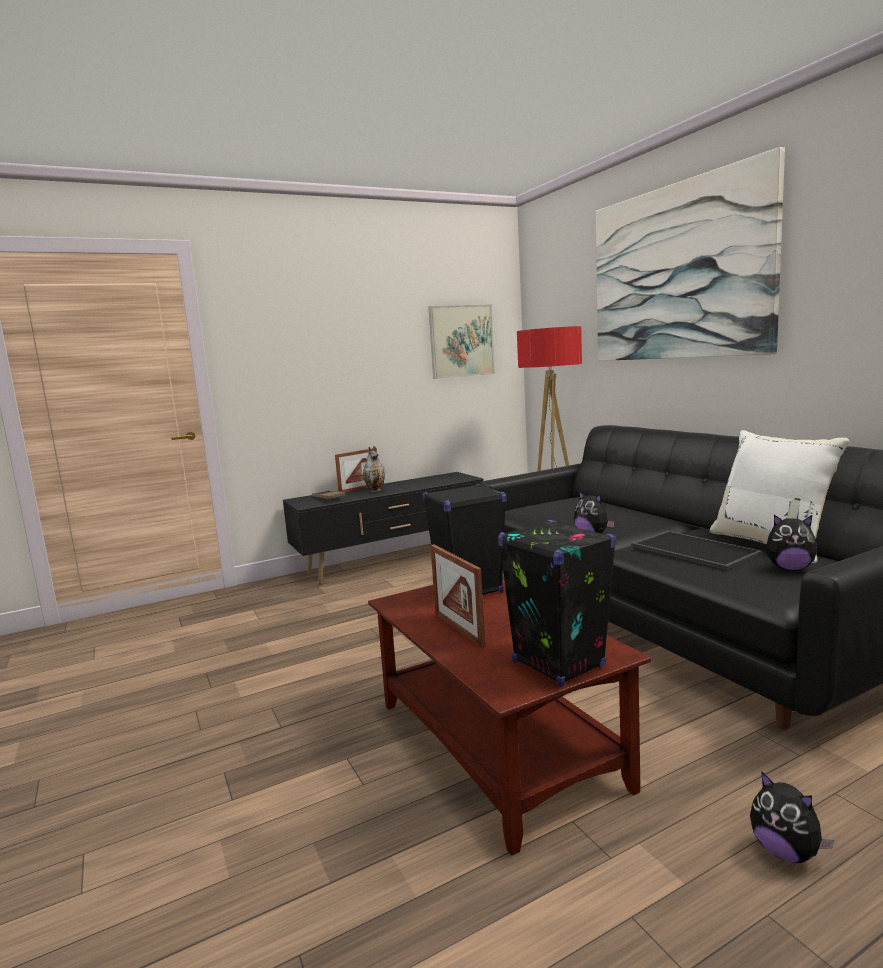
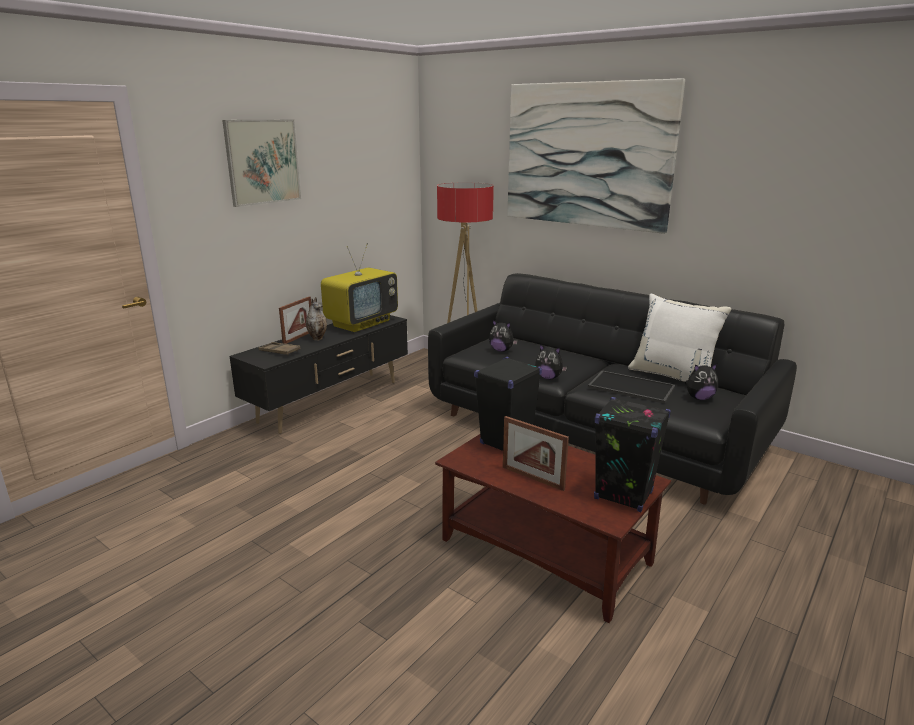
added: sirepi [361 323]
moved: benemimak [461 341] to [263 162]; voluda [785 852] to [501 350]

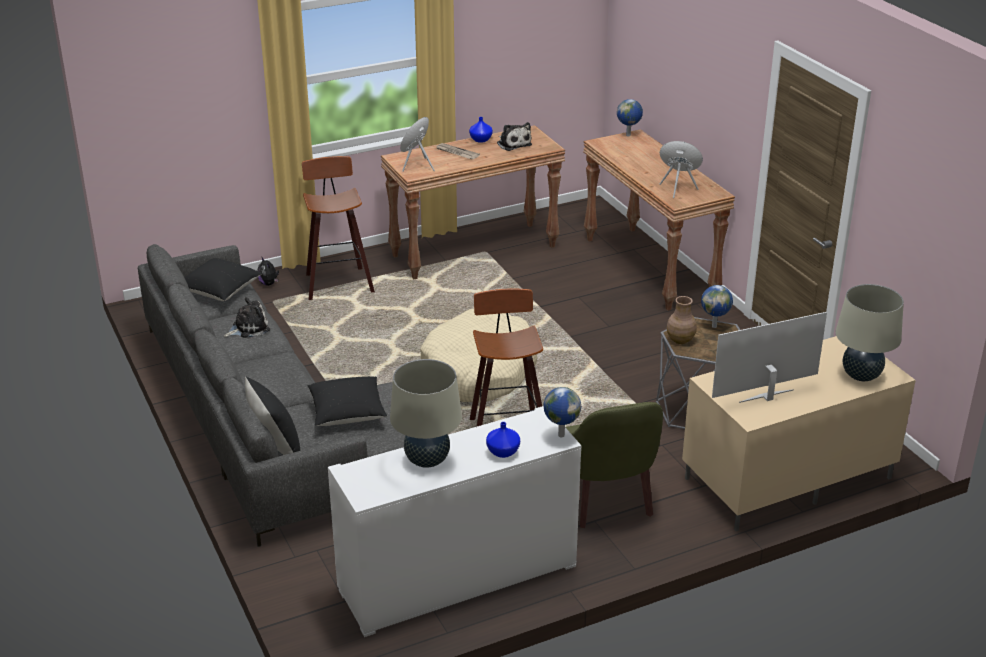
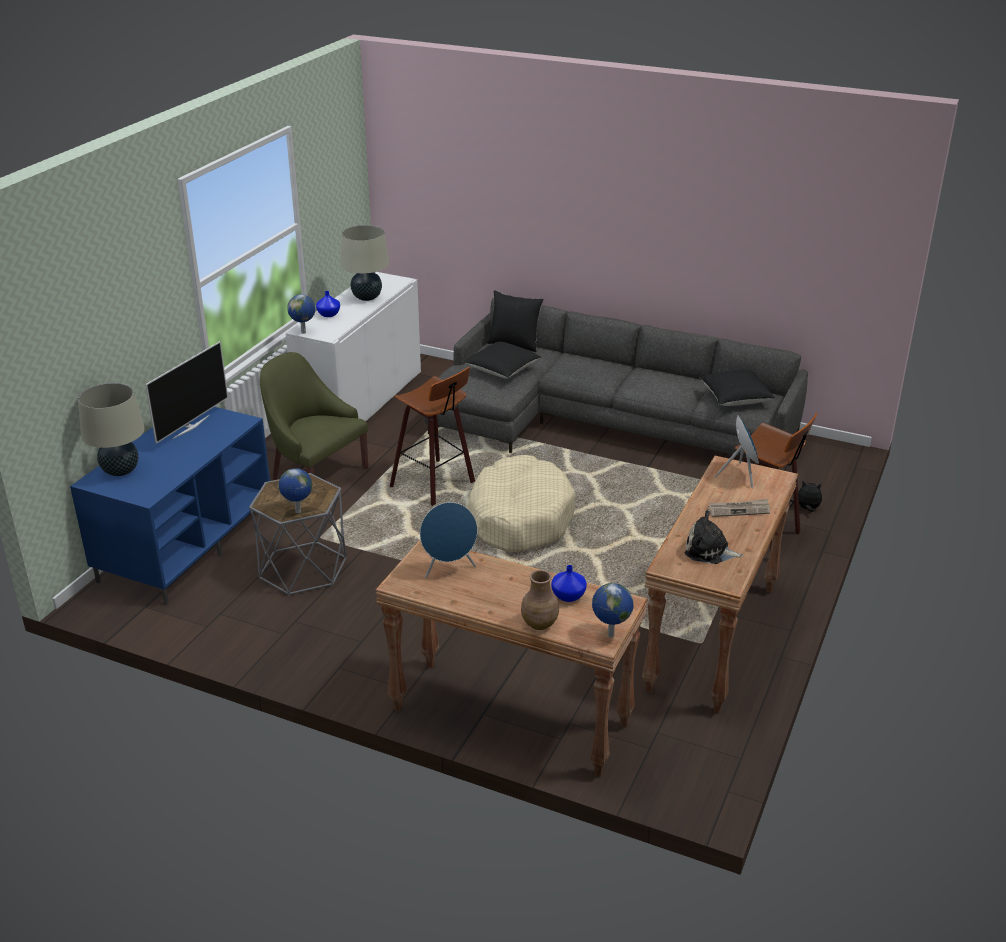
removed: voluda [248 328]
moved: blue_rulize [481 140] to [567 596]; brown_rulize [680 339] to [540 624]
recoloured: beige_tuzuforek [787 479] to blue_tuzuforek [186 544]

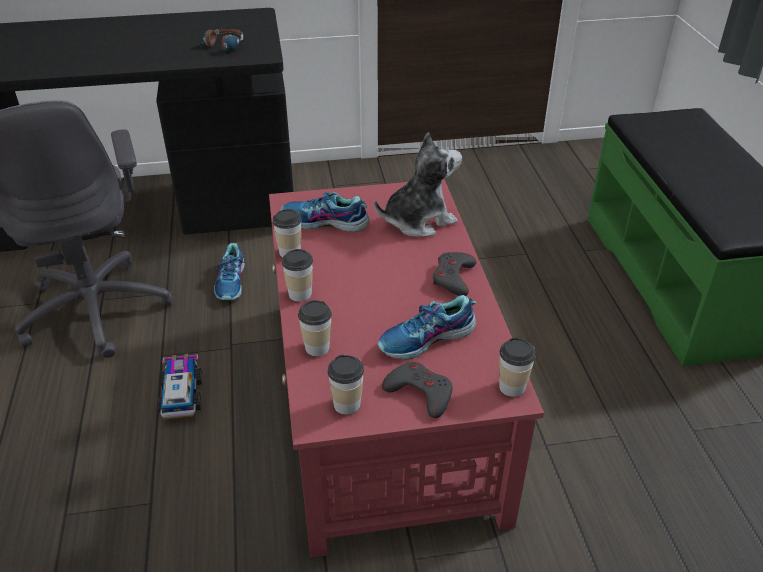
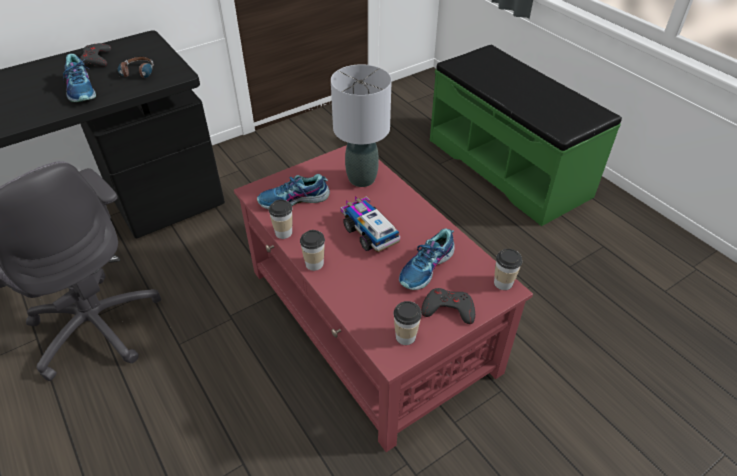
removed: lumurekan [317 347]
moved: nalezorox [182 394] to [369 232]; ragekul [232 282] to [82 89]; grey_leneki [453 278] to [97 59]
replaced: voluda [418 220] to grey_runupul [361 179]

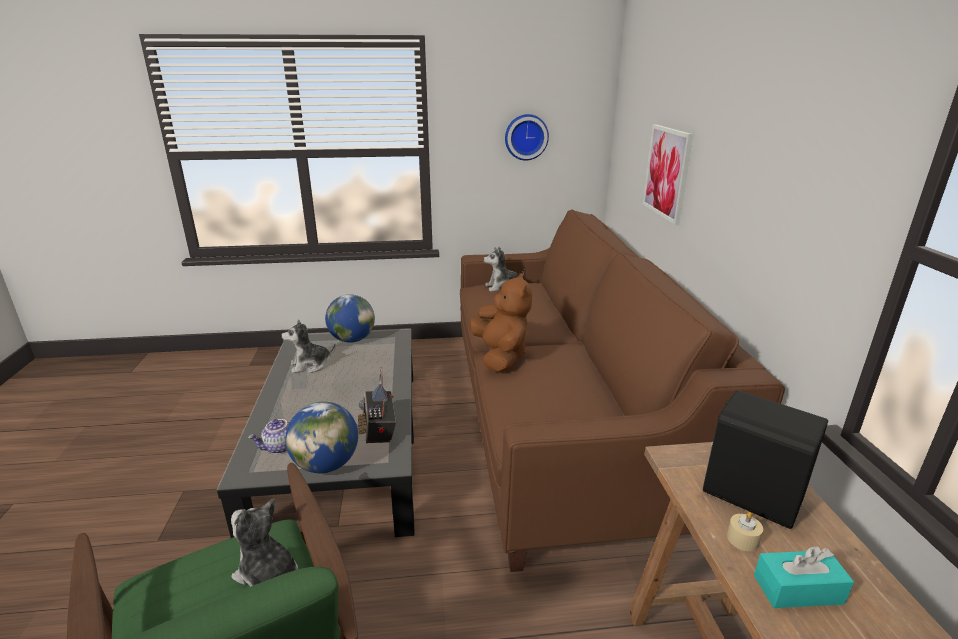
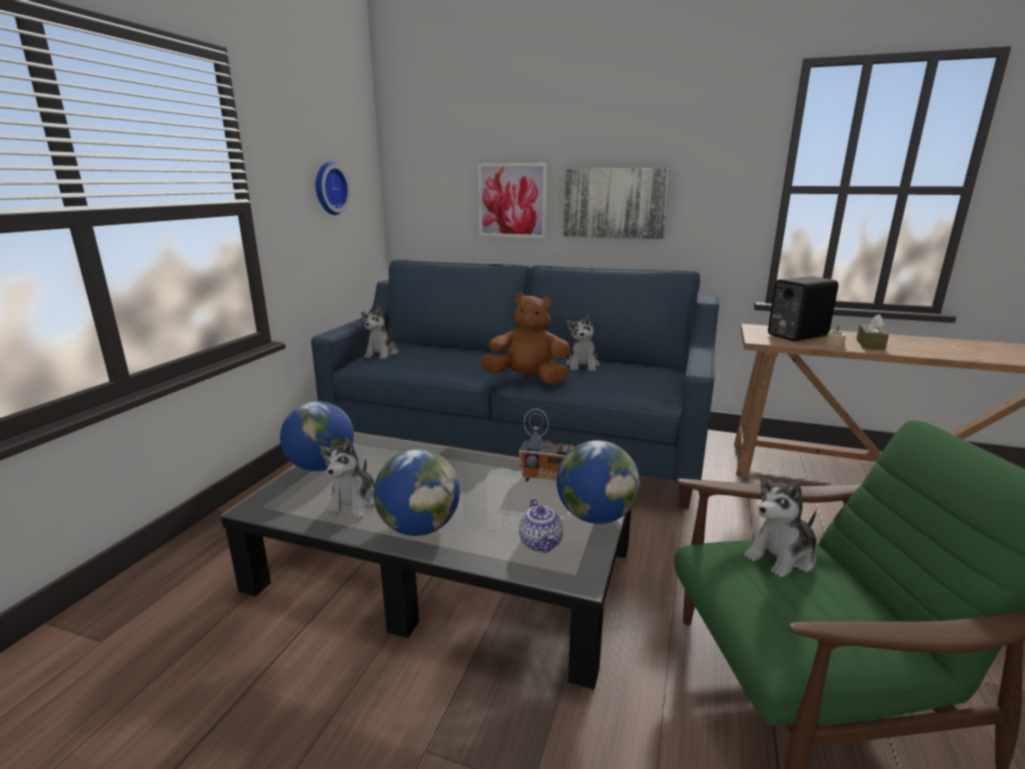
added: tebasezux [419 528]; benemimak [615 203]; voluda [582 365]
recoloured: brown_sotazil [561 421] to blue_sotazil [519 440]; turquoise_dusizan [798 589] to brown_dusizan [870 344]

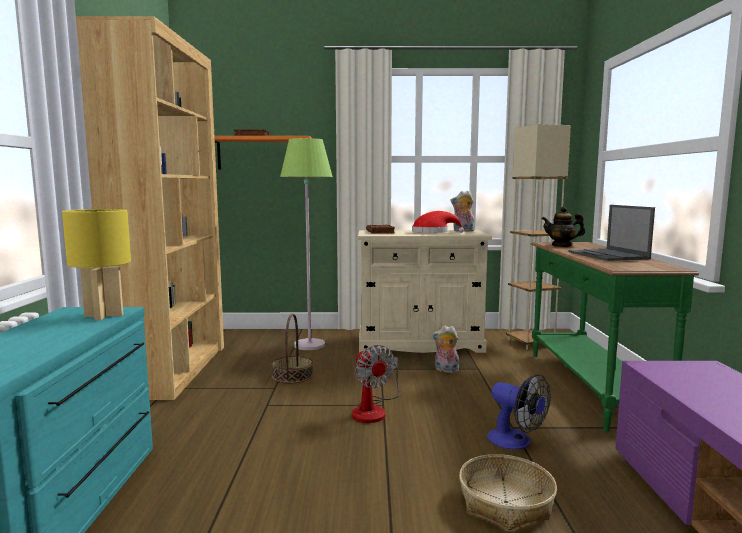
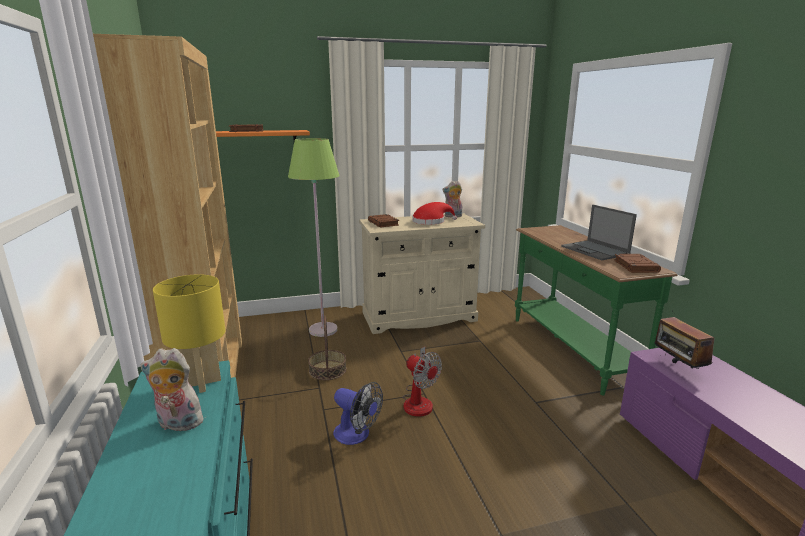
removed: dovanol [506 502]; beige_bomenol [531 343]; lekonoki [561 245]
added: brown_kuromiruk [635 266]; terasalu [677 368]
moved: voluda [445 370] to [177 424]; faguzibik [516 442] to [357 435]

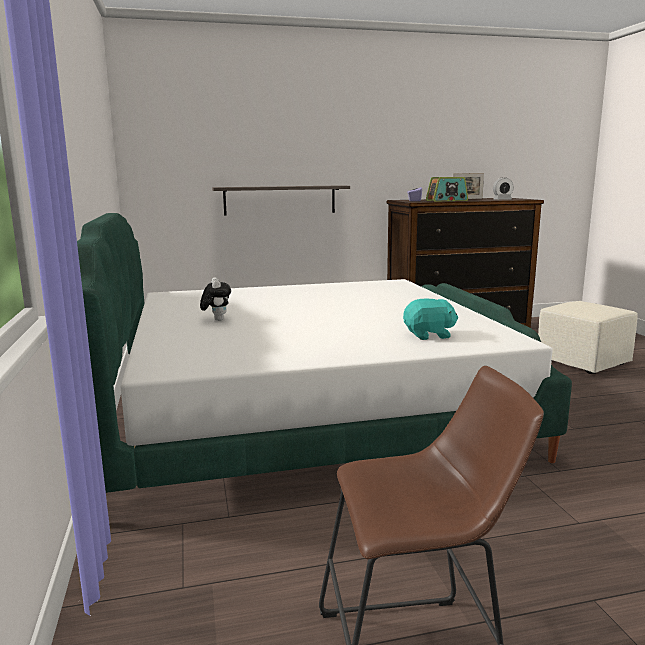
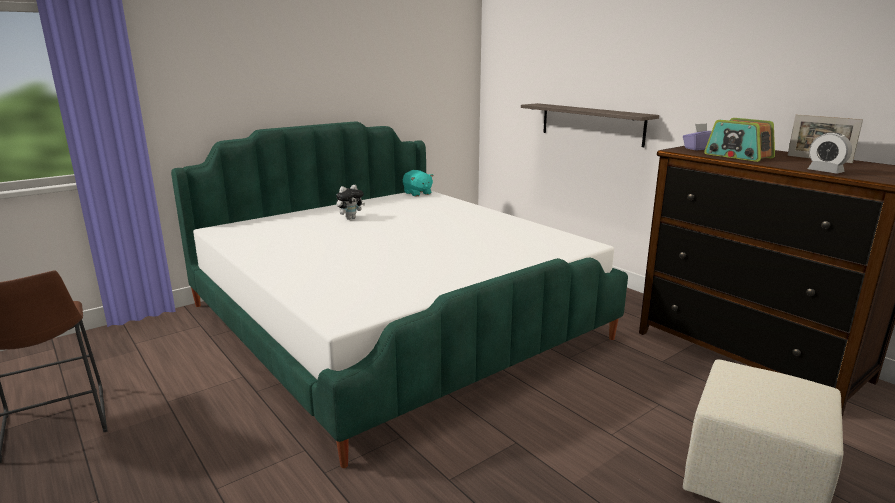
moved: turquoise_voluda [429 335] to [417 193]

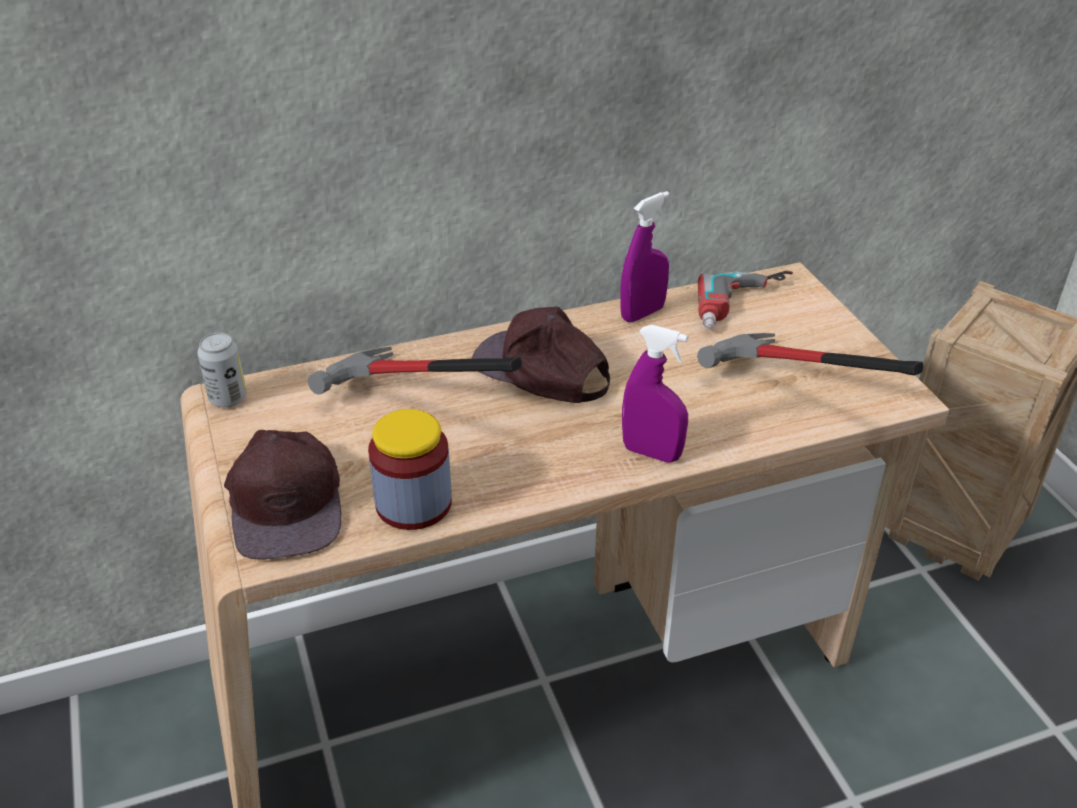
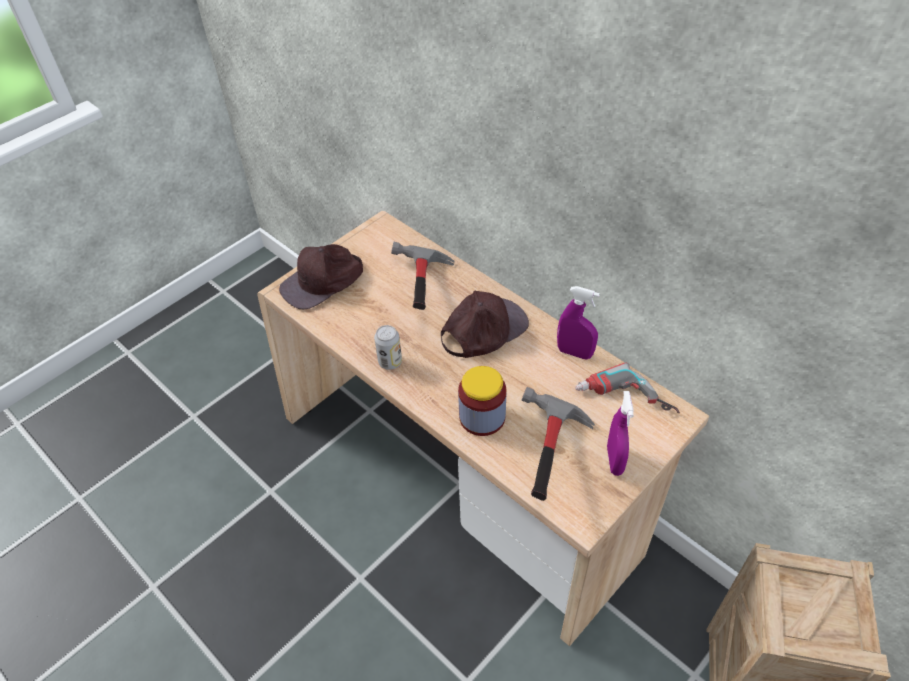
moved: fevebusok [228 398] to [390 362]; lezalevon [413 503] to [482 417]; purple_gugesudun [651 453] to [614 460]
turned: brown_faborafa [541 370] = [483 329] 45 degrees clockwise

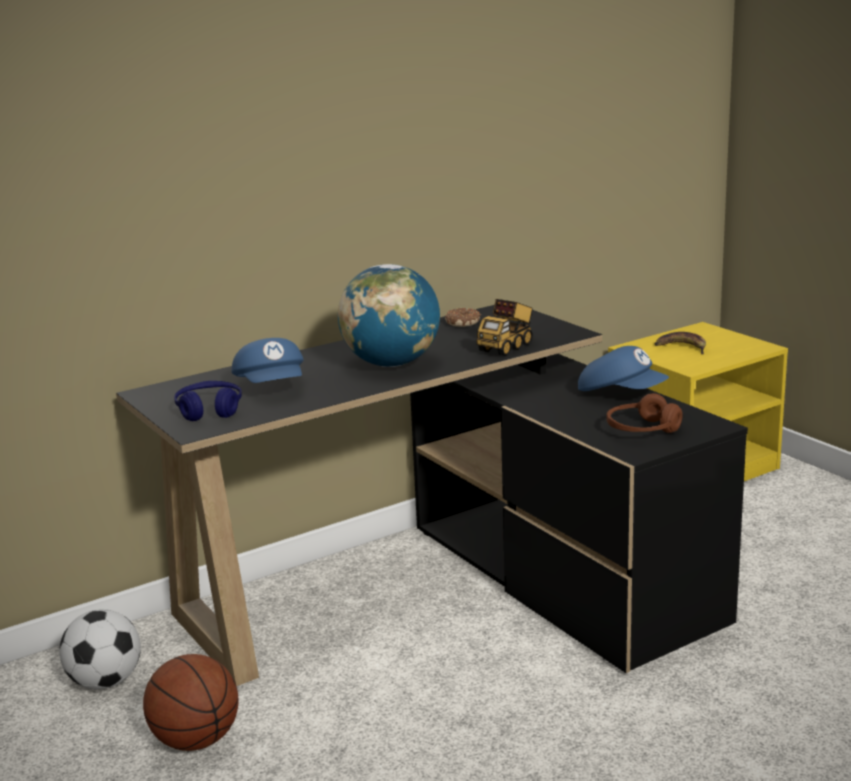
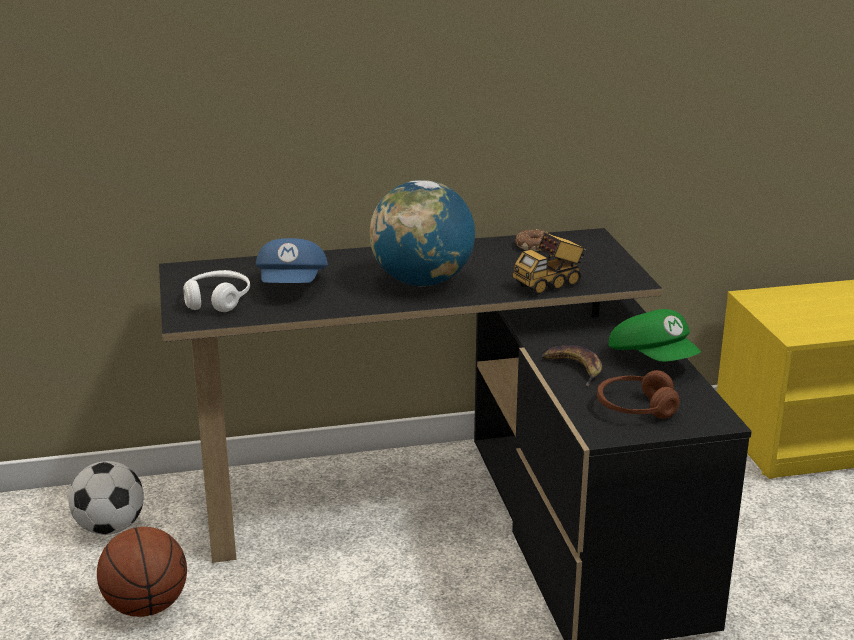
moved: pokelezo [682 347] to [575 368]
recoloured: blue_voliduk [209 410] to white_voliduk [217 300]; blue_faborafa [621 393] to green_faborafa [653 359]

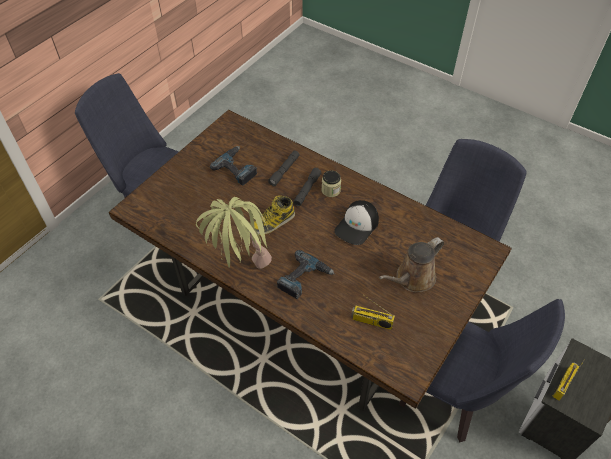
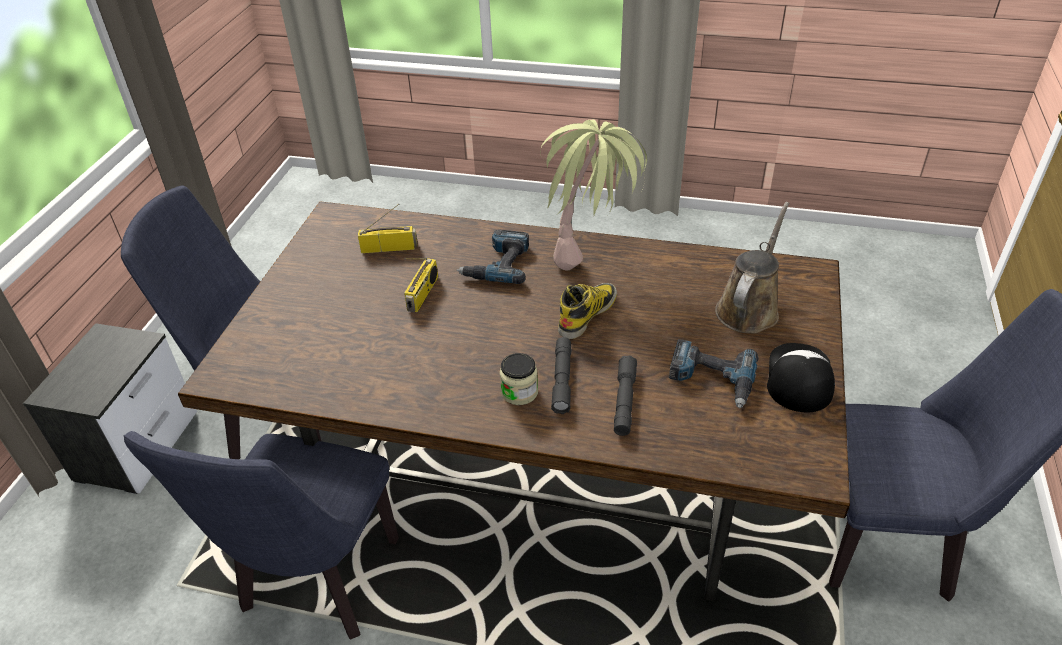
moved: faborafa [357 226] to [798 378]; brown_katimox [412 279] to [749 308]; terasalu [563 383] to [423 294]

